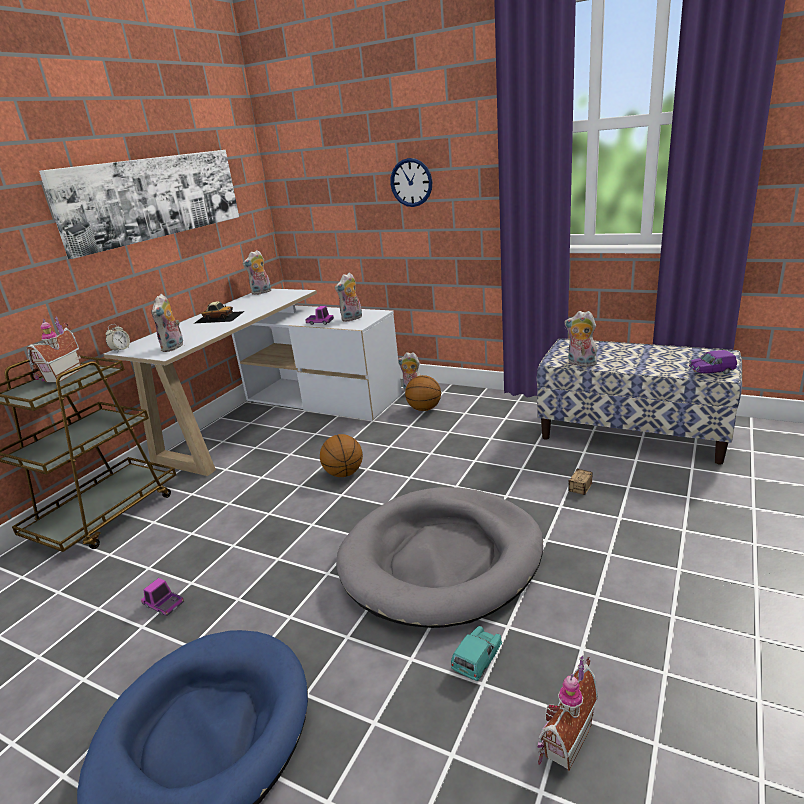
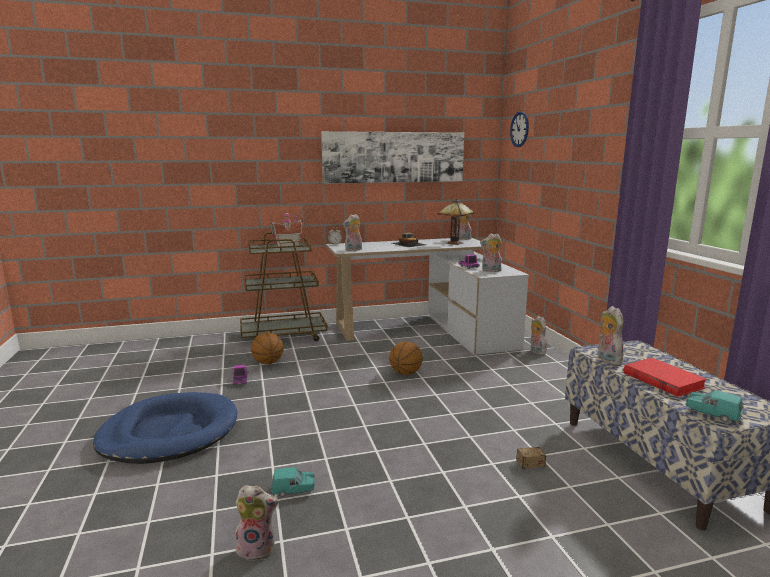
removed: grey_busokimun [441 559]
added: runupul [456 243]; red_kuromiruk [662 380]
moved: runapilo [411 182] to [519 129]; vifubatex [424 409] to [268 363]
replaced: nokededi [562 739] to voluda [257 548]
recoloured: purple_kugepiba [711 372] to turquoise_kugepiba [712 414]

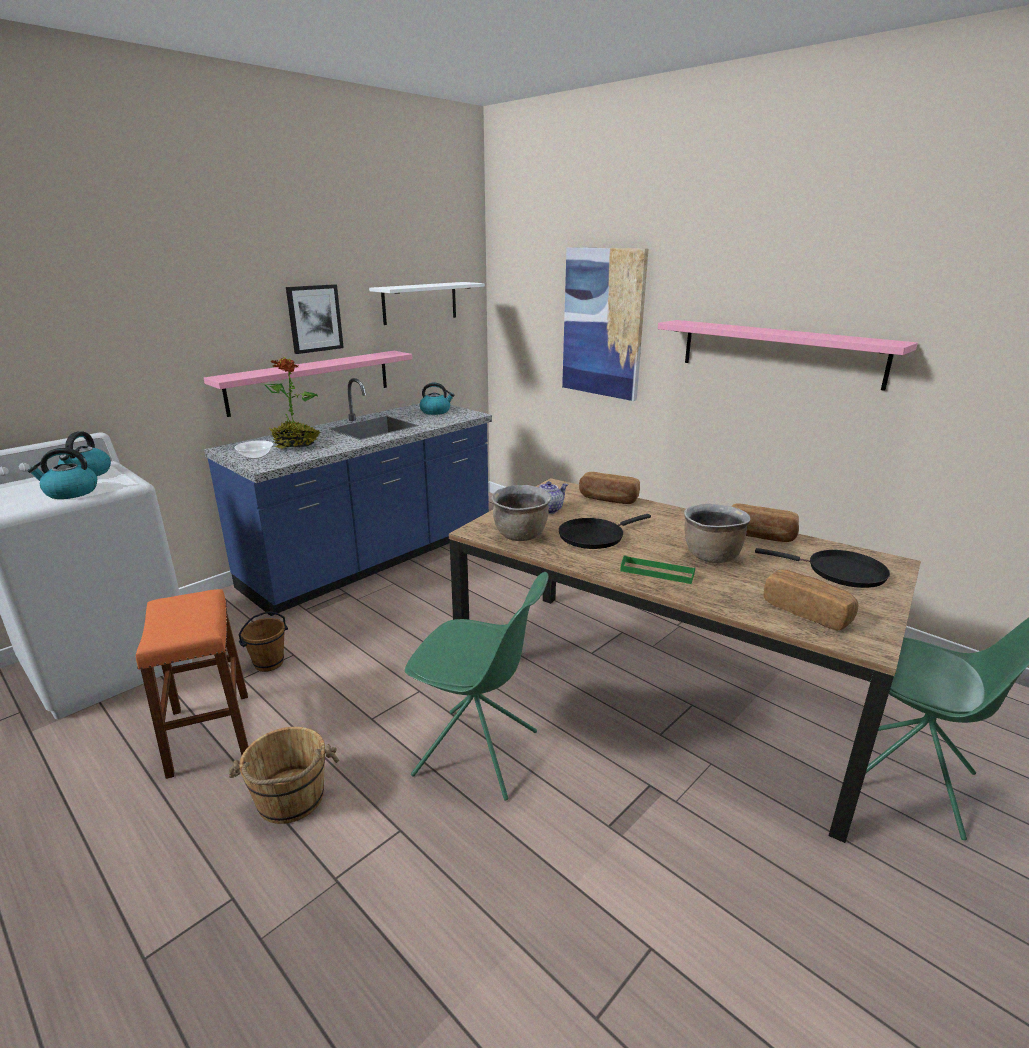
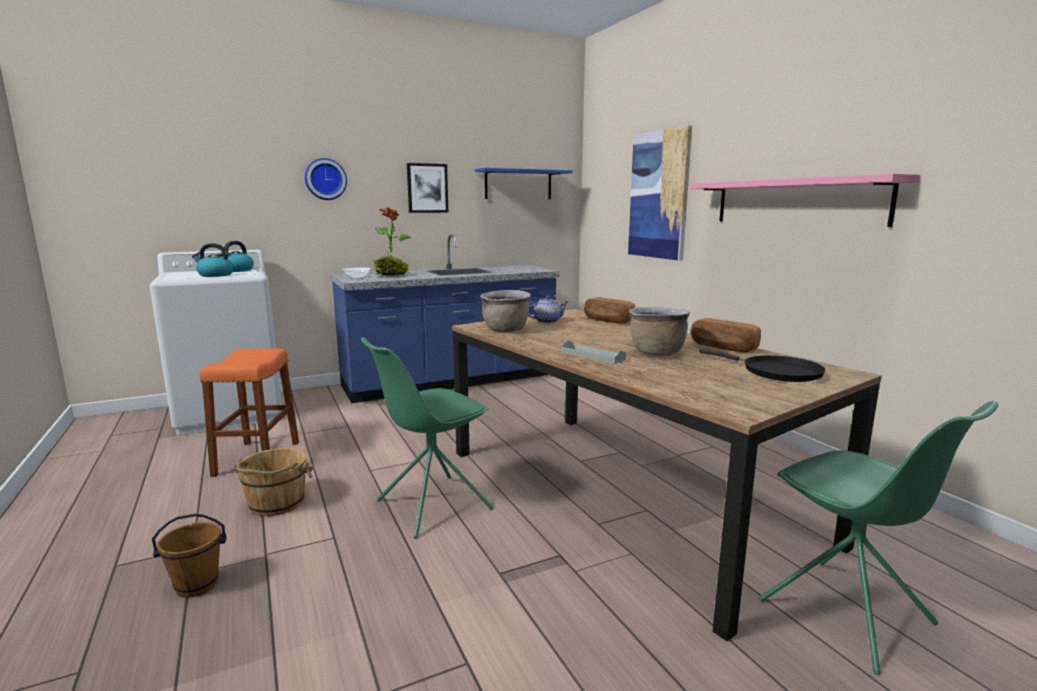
removed: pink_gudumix [311 381]; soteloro [436 411]; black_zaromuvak [594 536]; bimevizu [807 612]
added: runapilo [325 179]
moved: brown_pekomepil [269 664] to [197 586]
recoloured: white_gudumix [420 303] to blue_gudumix [518 184]; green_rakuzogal [657 572] to grey_rakuzogal [592 355]
turned: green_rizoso [479 754] = [431 505] 105 degrees clockwise

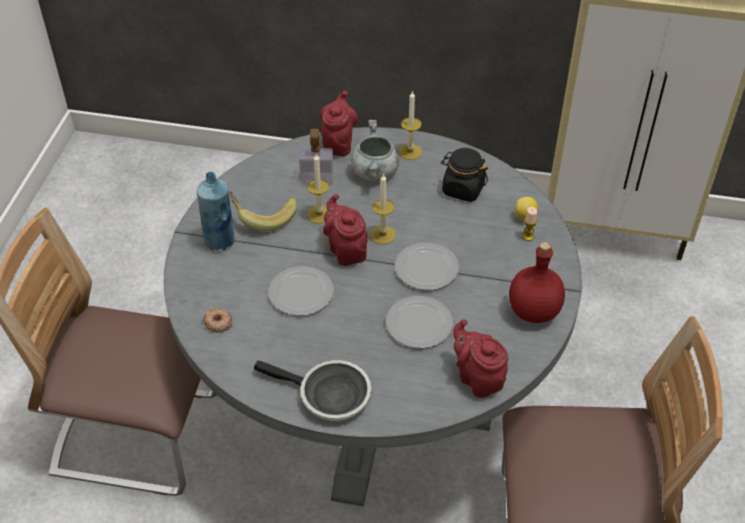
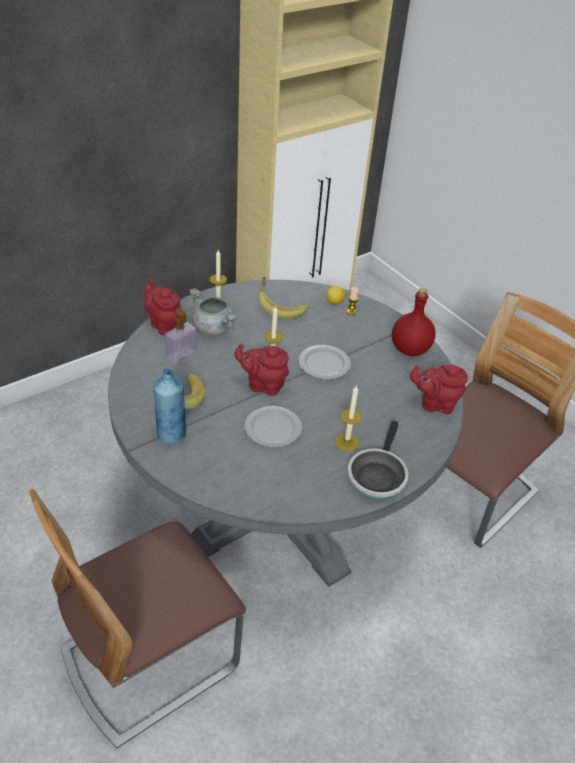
removed: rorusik [218 322]; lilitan [419 323]
moved: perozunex [319 214] to [347 442]
replaced: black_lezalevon [462 189] to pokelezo [280 307]
turned: zaromuvak [329 396] = [377 475] 135 degrees clockwise

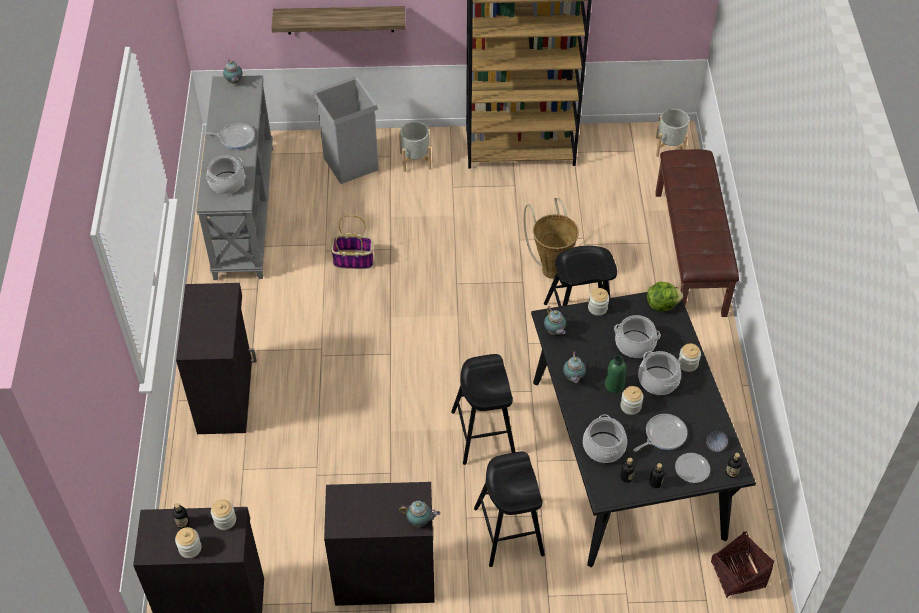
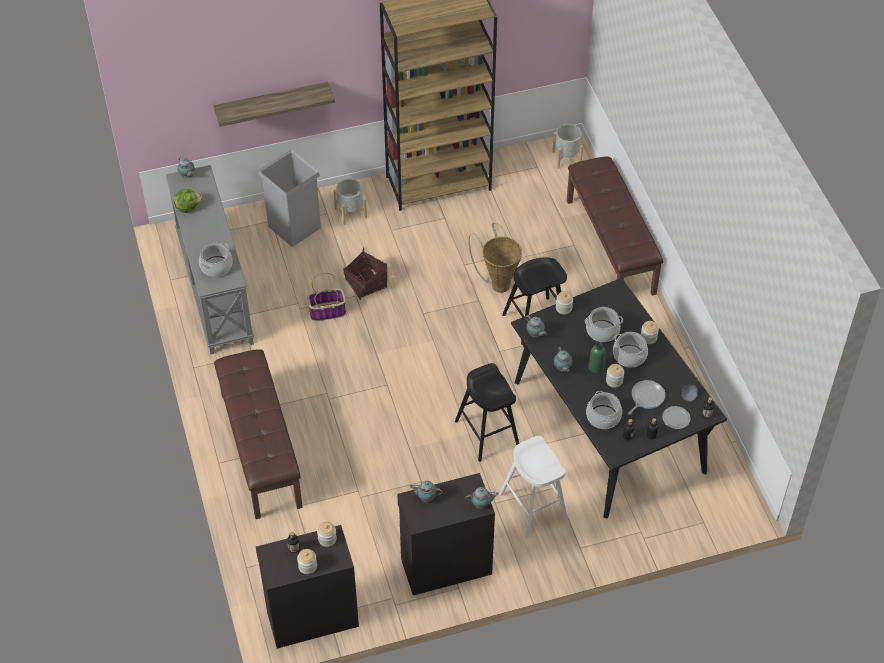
removed: zaromuvak [235 138]
added: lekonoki [426 497]
moved: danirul [661 304] to [188 207]; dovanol [737 574] to [366 284]
replaced: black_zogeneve [226 395] to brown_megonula [260 449]
recoloured: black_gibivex [508 531] to white_gibivex [533 506]

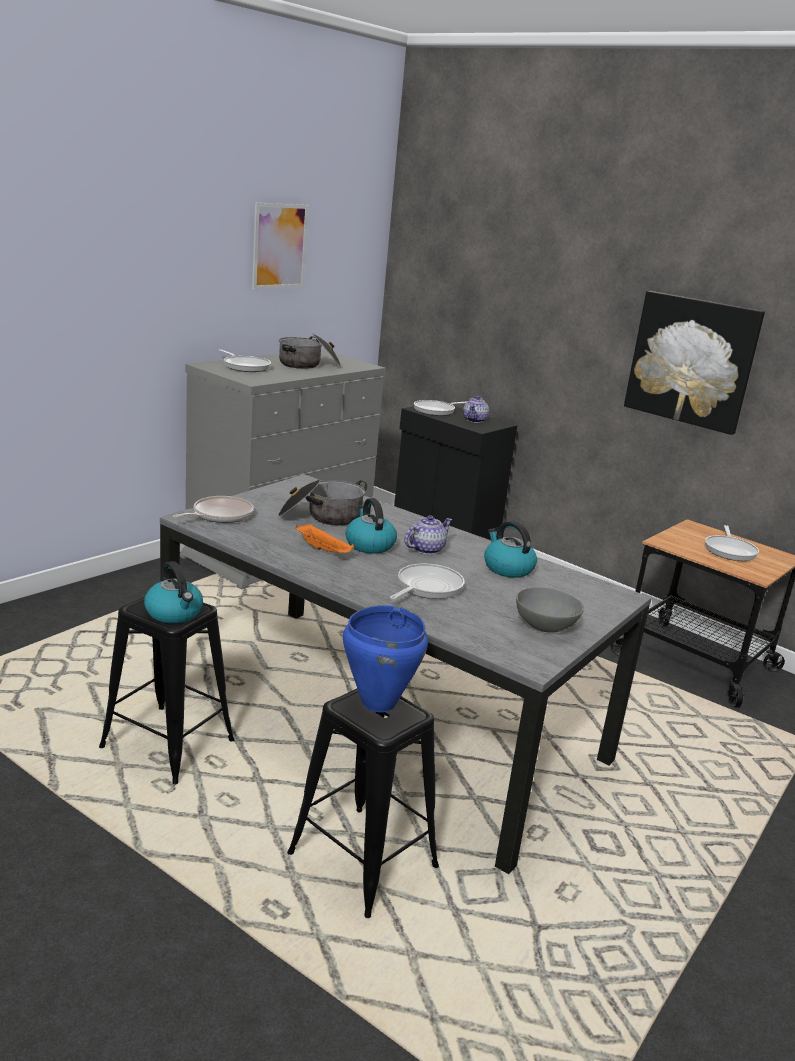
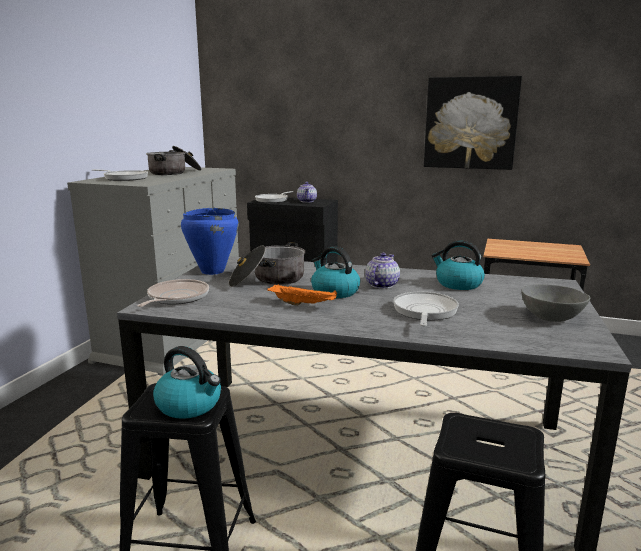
removed: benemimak [279 246]; zaromuvak [730 550]
moved: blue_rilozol [377 703] to [212 271]

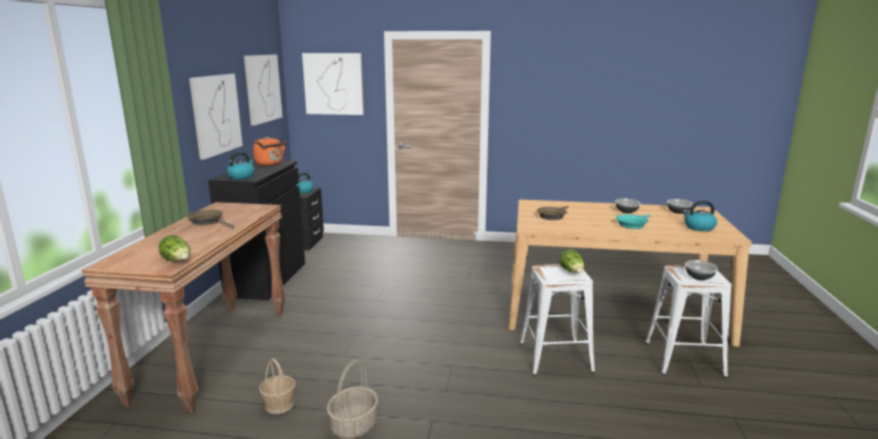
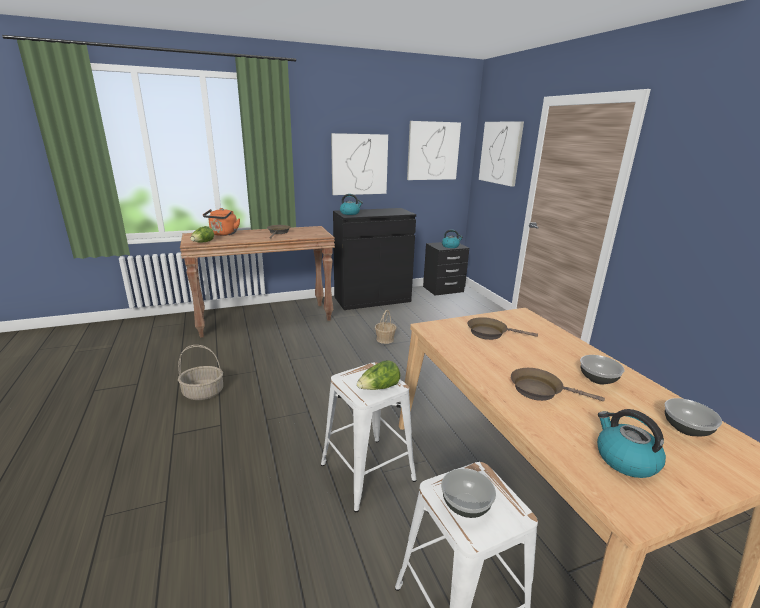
moved: orange_soteloro [270 164] to [223 234]; dovanol [279 404] to [385 339]
recoloured: turquoise_zaromuvak [632 224] to brown_zaromuvak [540 390]

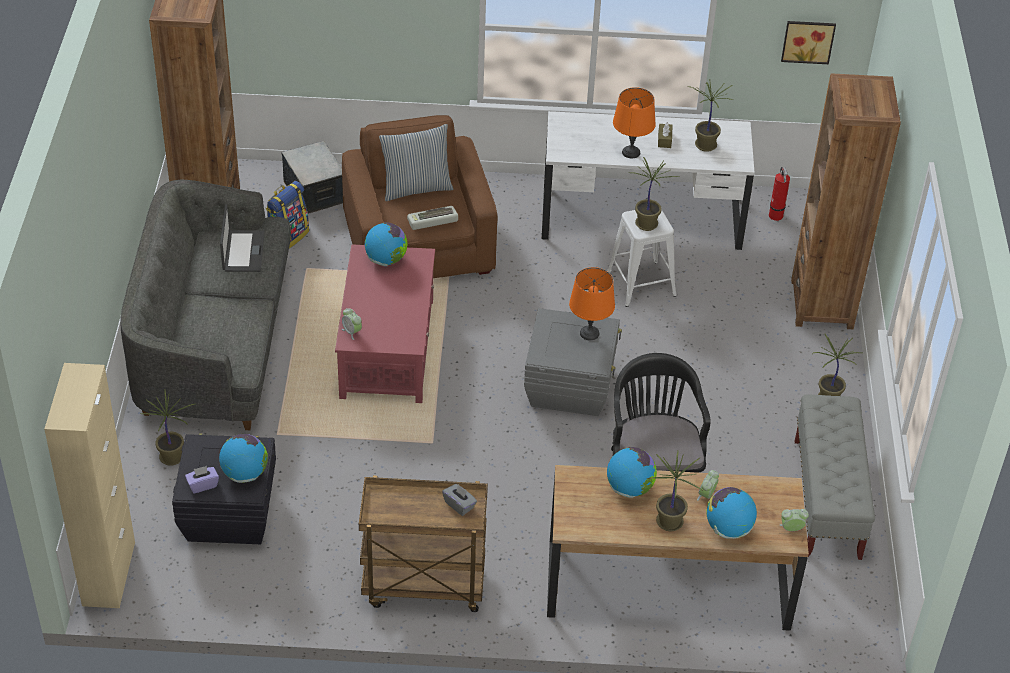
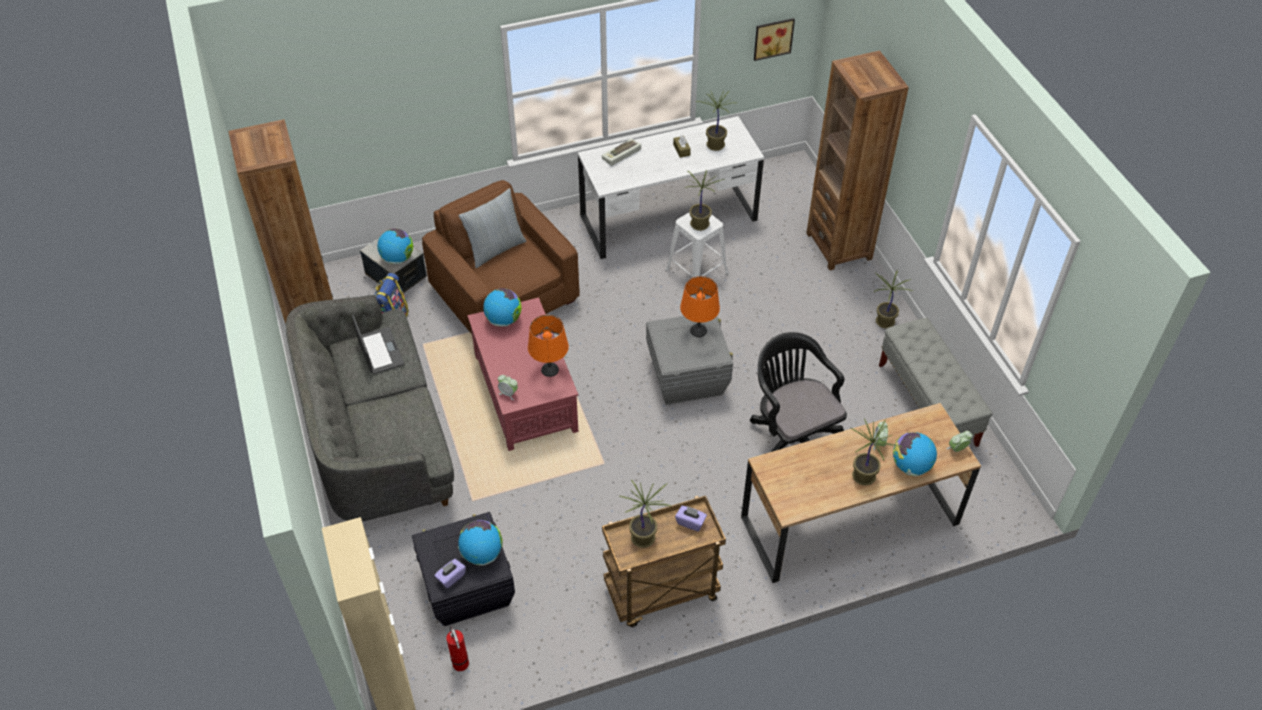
moved: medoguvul [173 457] to [644 538]; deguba [432 221] to [621 155]; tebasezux [629 488] to [397 259]; orange_runupul [630 152] to [549 370]; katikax [776 217] to [461 665]
recoloured: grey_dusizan [459 505] to purple_dusizan [690 522]

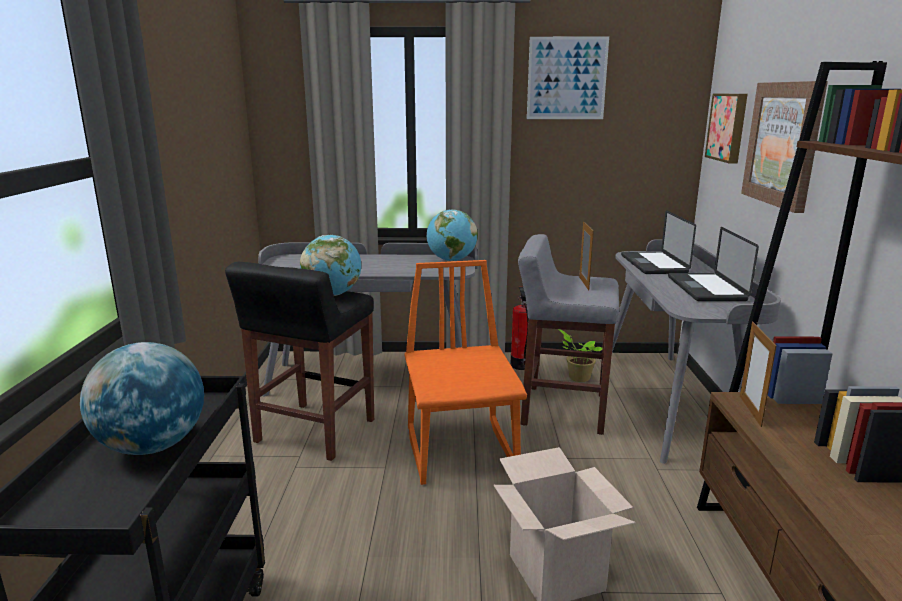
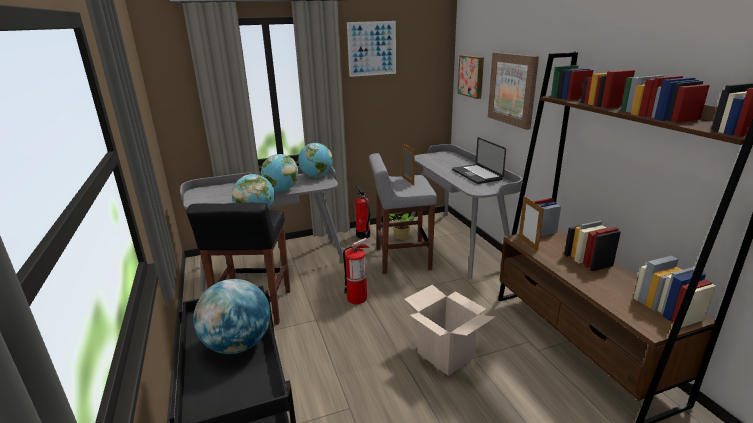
removed: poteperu [653 264]
added: tebasezux [281 190]
replaced: orange_rizoso [462 451] to katikax [357 298]

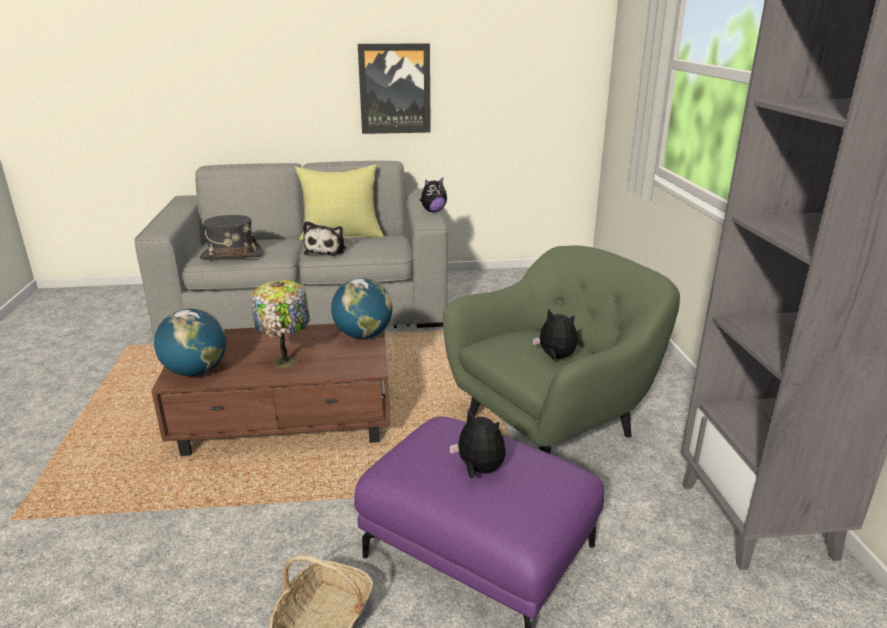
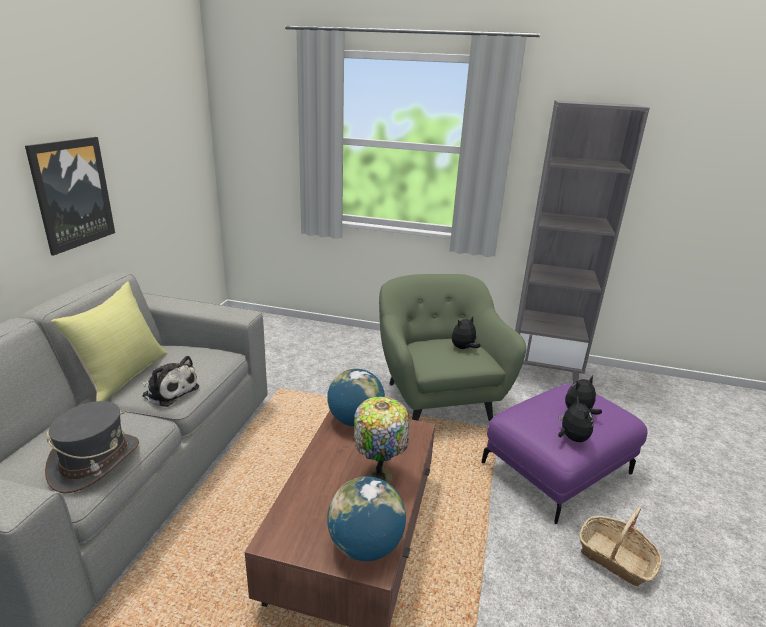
moved: voluda [433 211] to [571 438]

